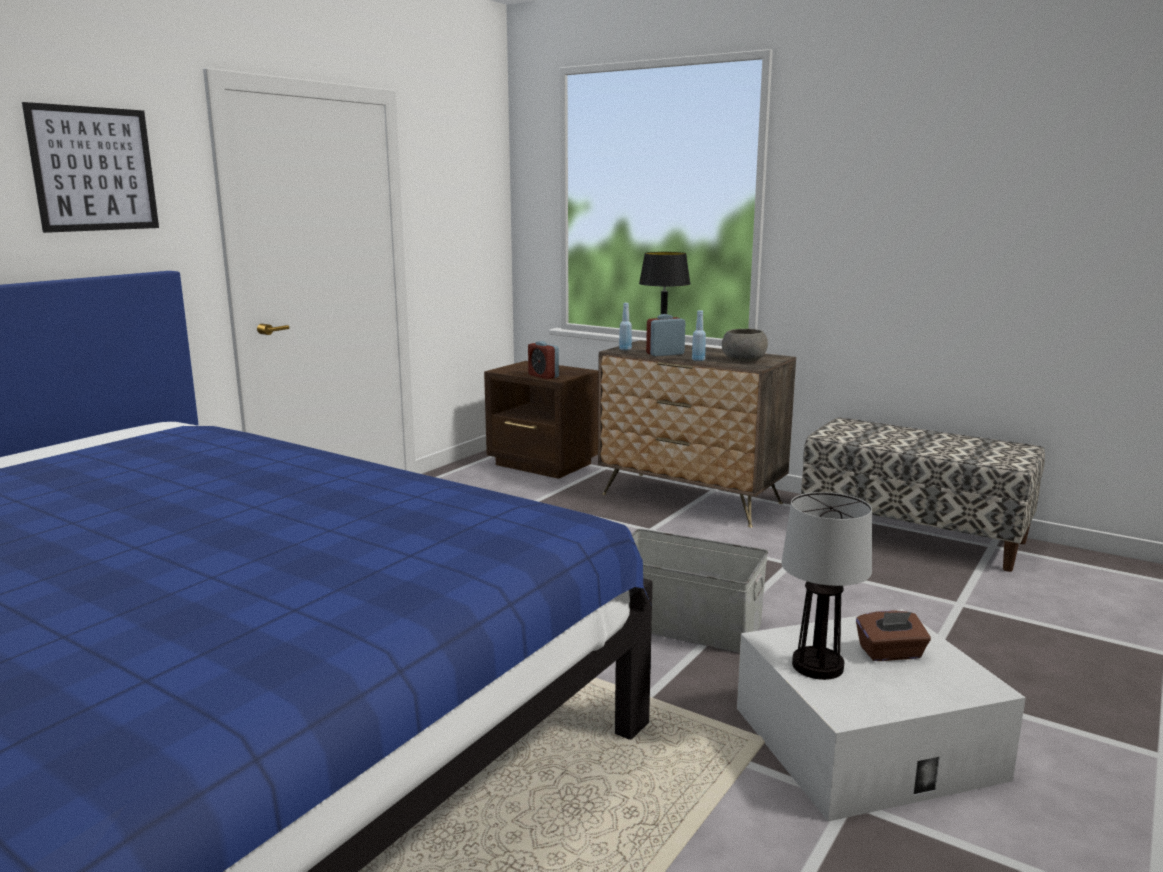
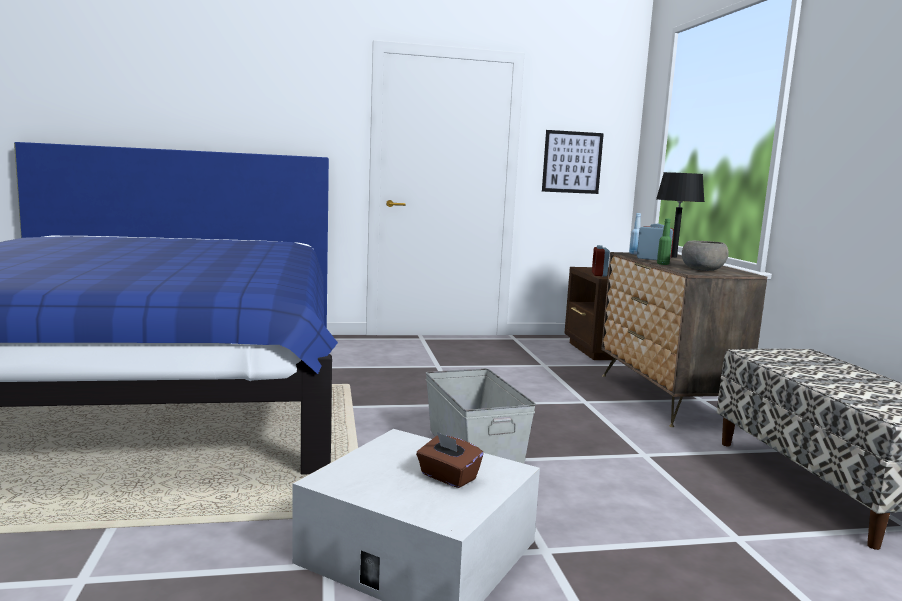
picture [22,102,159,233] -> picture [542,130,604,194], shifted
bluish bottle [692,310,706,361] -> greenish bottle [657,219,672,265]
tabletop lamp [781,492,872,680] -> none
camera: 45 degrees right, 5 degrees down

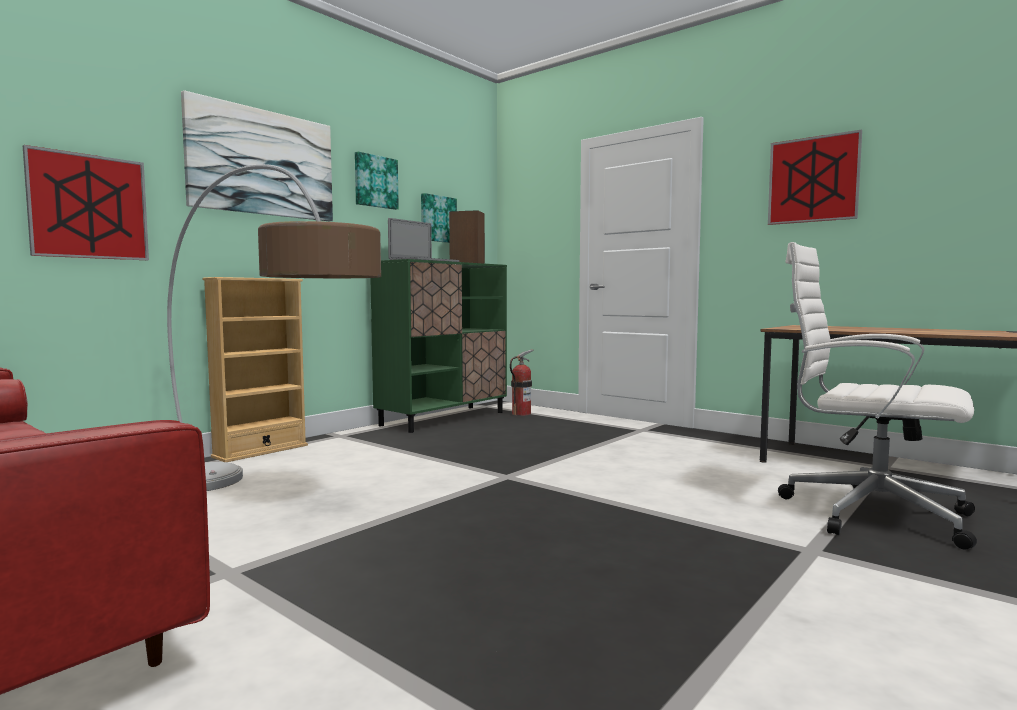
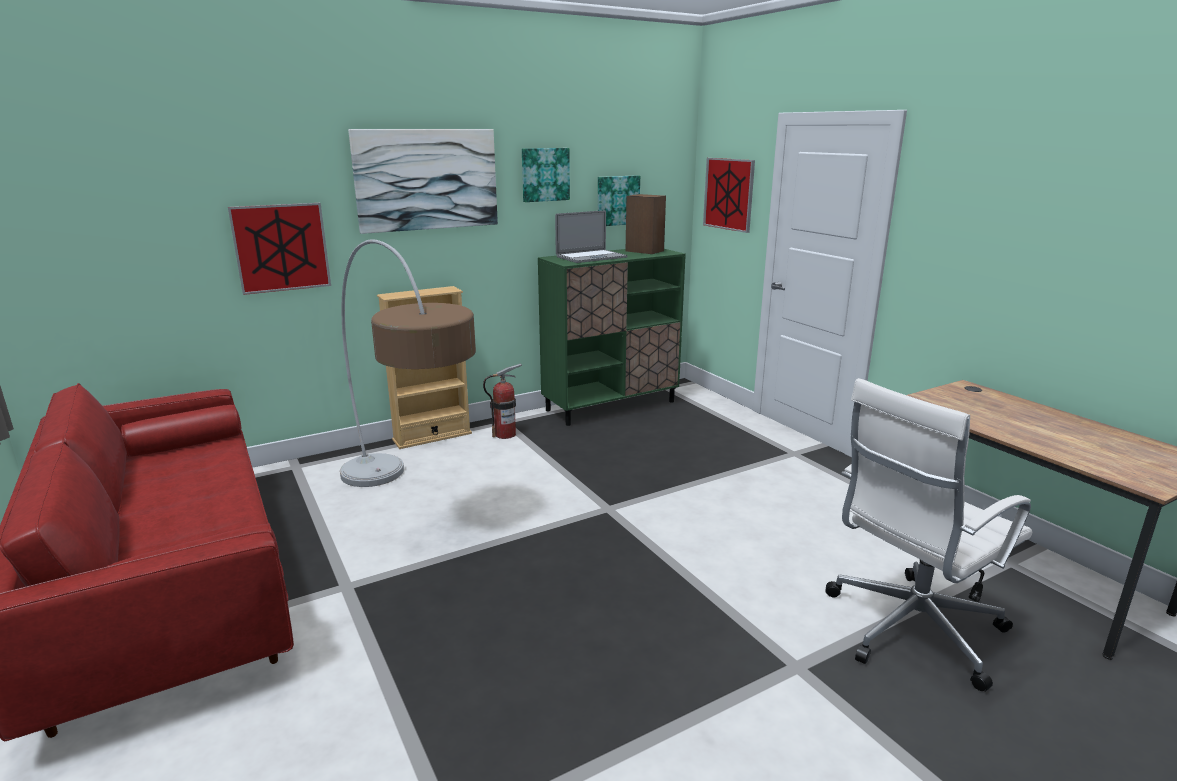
fire-fighting cylinder [510,350,534,416] -> fire-fighting cylinder [483,364,522,439], shifted
picture [768,130,862,225] -> picture [703,158,755,233], shifted
white-coloured desk chair [778,242,977,550] -> white-coloured desk chair [826,378,1032,692], 90 degrees counterclockwise
camera: 20 degrees right, 15 degrees up

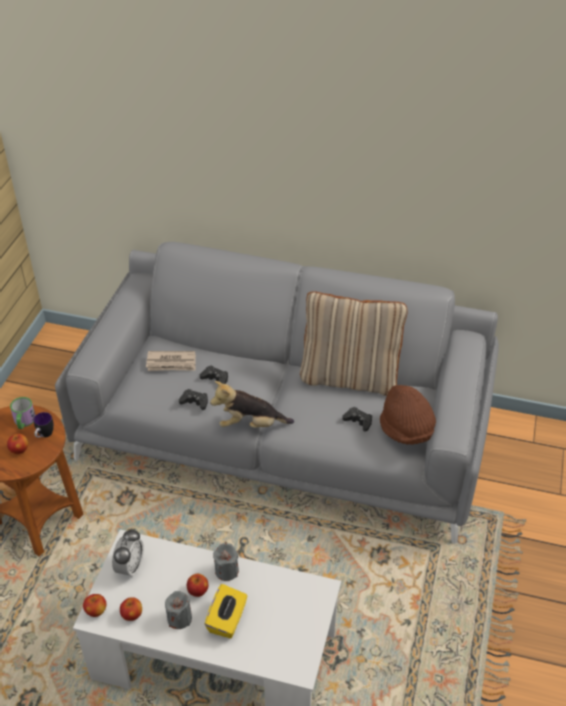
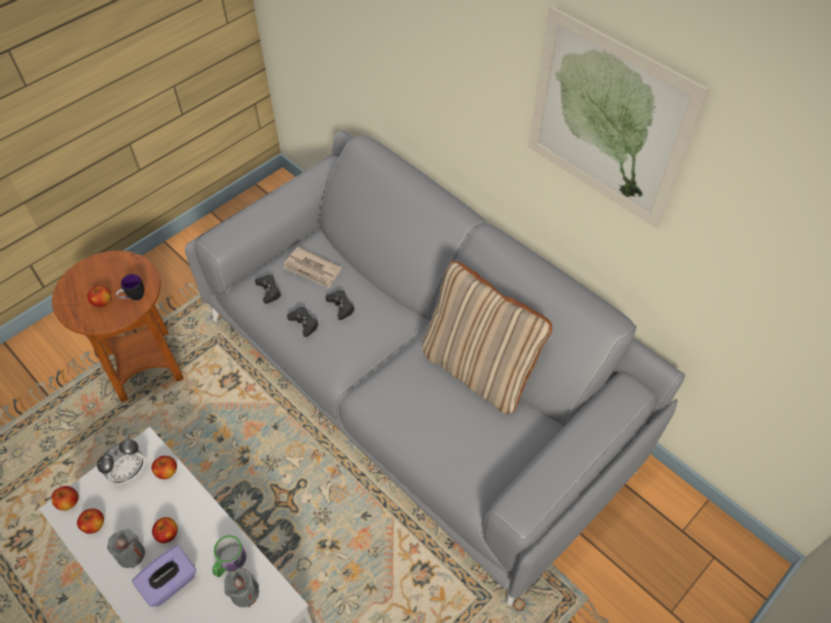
coffee mug [10,397,36,429] -> coffee mug [212,535,247,577], shifted
yellow box of tissues [205,584,247,638] -> purplish box of tissues [132,545,196,607]
plush toy [210,381,294,428] -> none
greyish wax light [213,543,239,581] -> greyish wax light [224,568,259,607], shifted
black gamepad [342,407,372,432] -> black gamepad [255,275,282,304], shifted
brown-coloured wearable hat [380,385,436,445] -> none
none -> apple fruit [151,456,177,479]
none -> picture [528,6,709,228]
camera: 30 degrees right, 10 degrees up

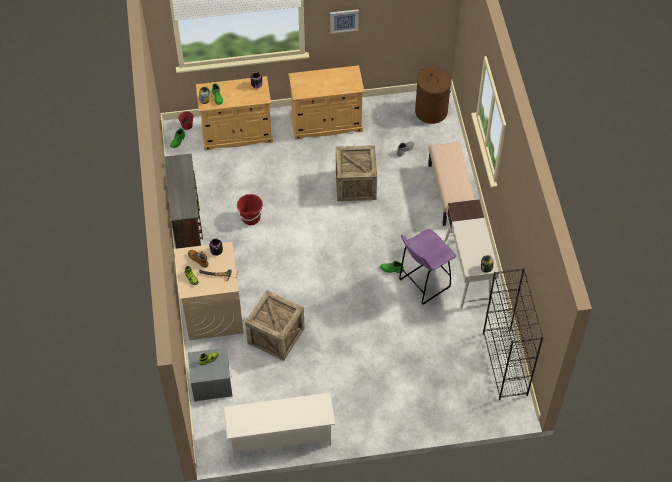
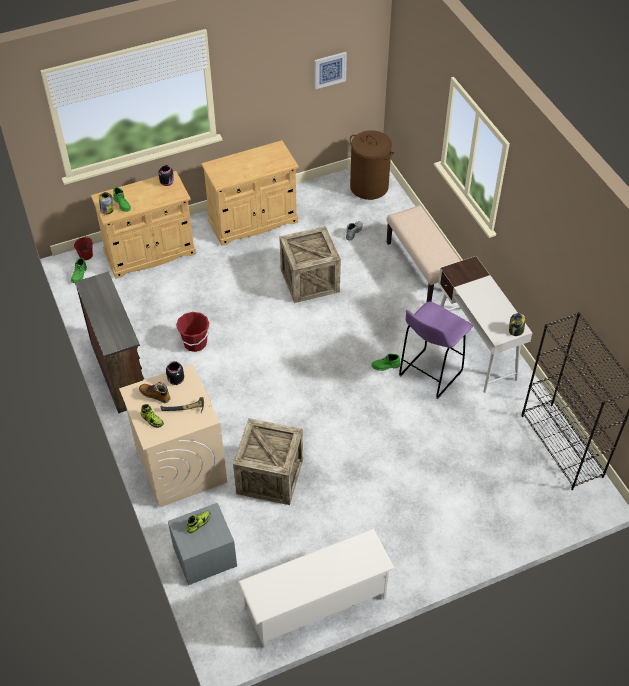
picture [330,9,359,34] -> picture [315,52,347,89], shifted
camera: 15 degrees left, 5 degrees down

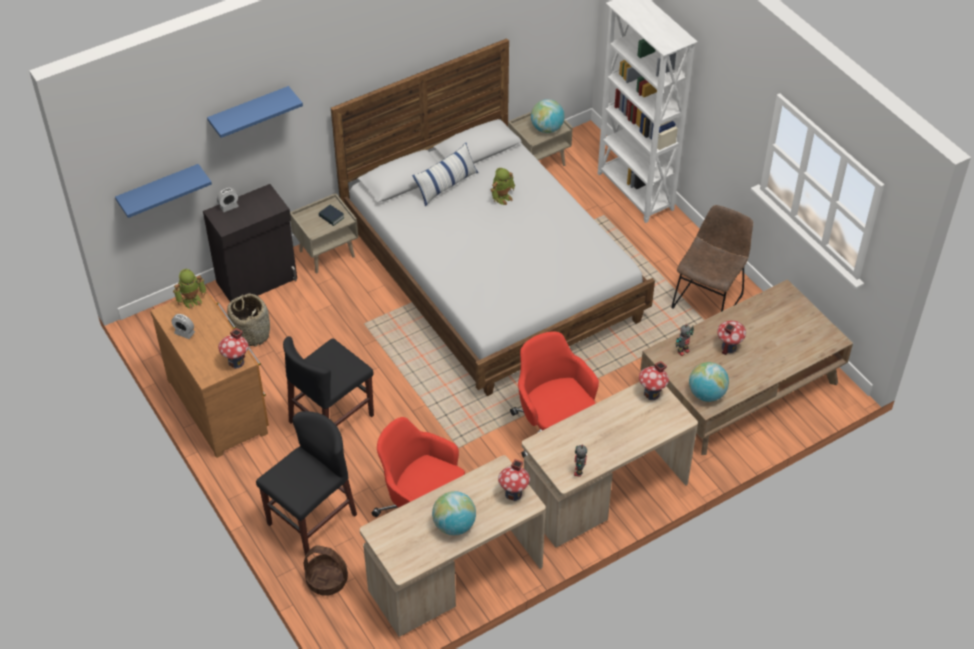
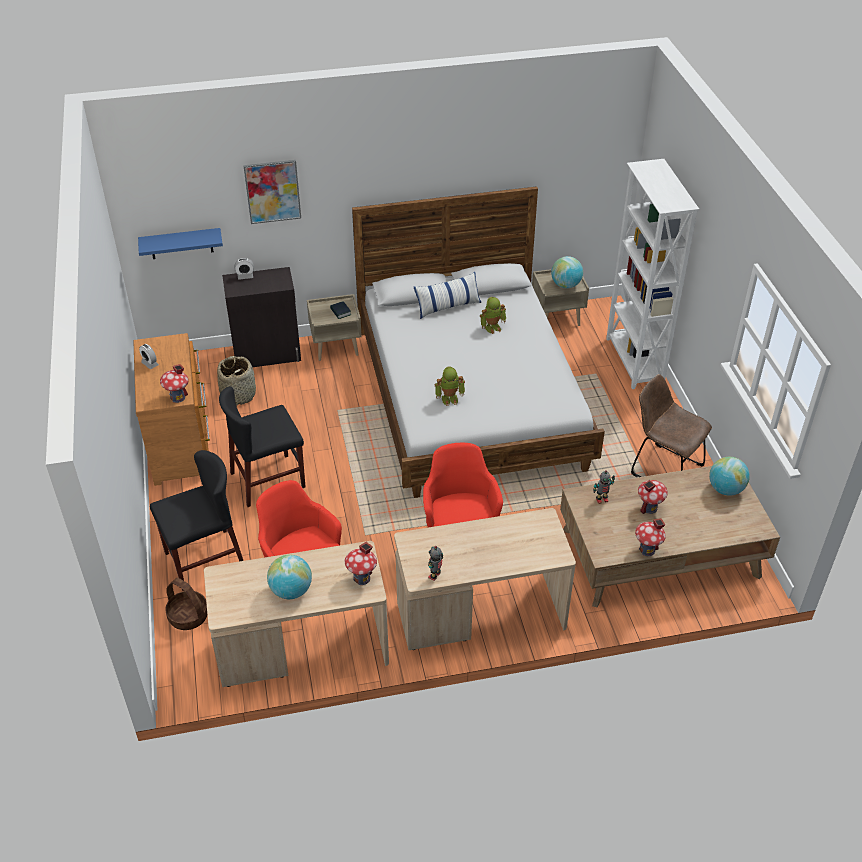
robot figure [173,269,206,310] -> robot figure [435,367,465,406], shifted
bluish bracket shelf [207,86,303,138] -> picture [243,160,301,224]
model house [639,361,669,400] -> model house [635,518,666,556], shifted
brown-coloured chair [671,205,753,312] -> brown-coloured chair [631,374,712,477], 105 degrees counterclockwise
desk globe [689,362,729,402] -> desk globe [709,457,750,496], shifted
camera: 20 degrees right, 5 degrees down

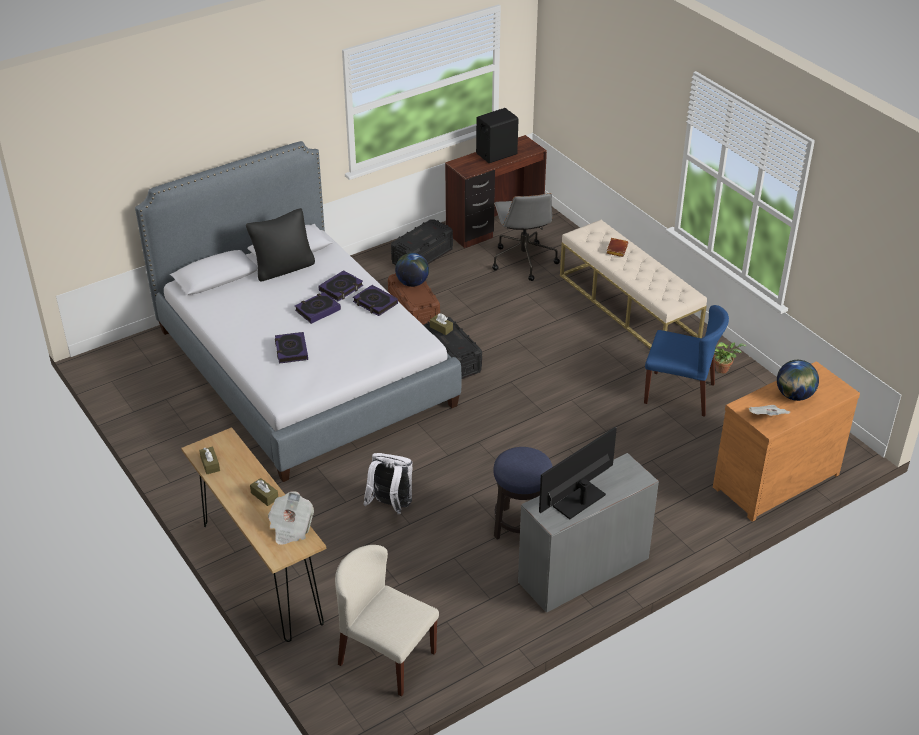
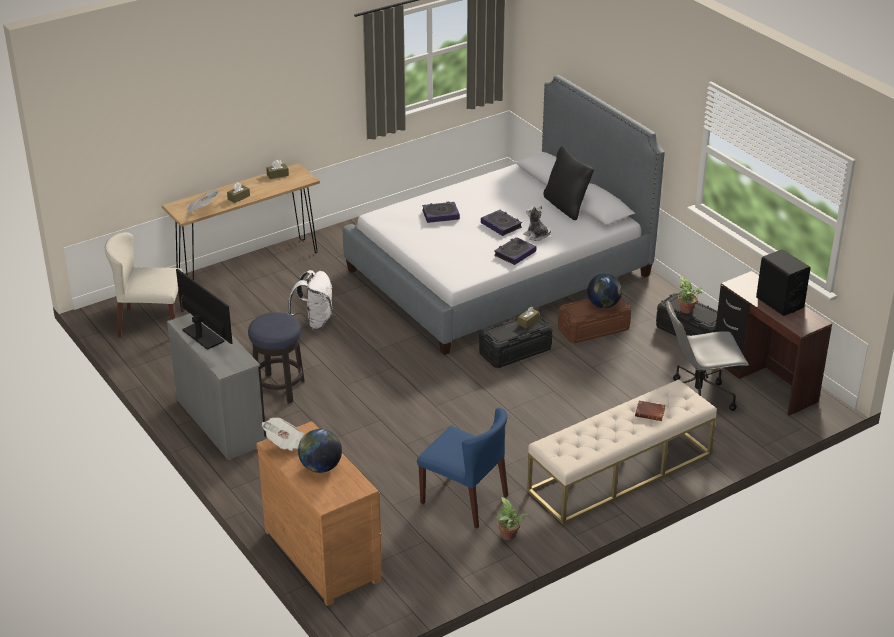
bound book [319,270,363,301] -> plush toy [523,206,551,241]
sand-coloured chair [335,545,439,697] -> sand-coloured chair [105,232,184,338], 120 degrees counterclockwise
bluish chair [644,305,729,417] -> bluish chair [417,408,508,528], 75 degrees counterclockwise
none -> potted plant [677,277,703,313]
camera: 90 degrees right, 5 degrees down

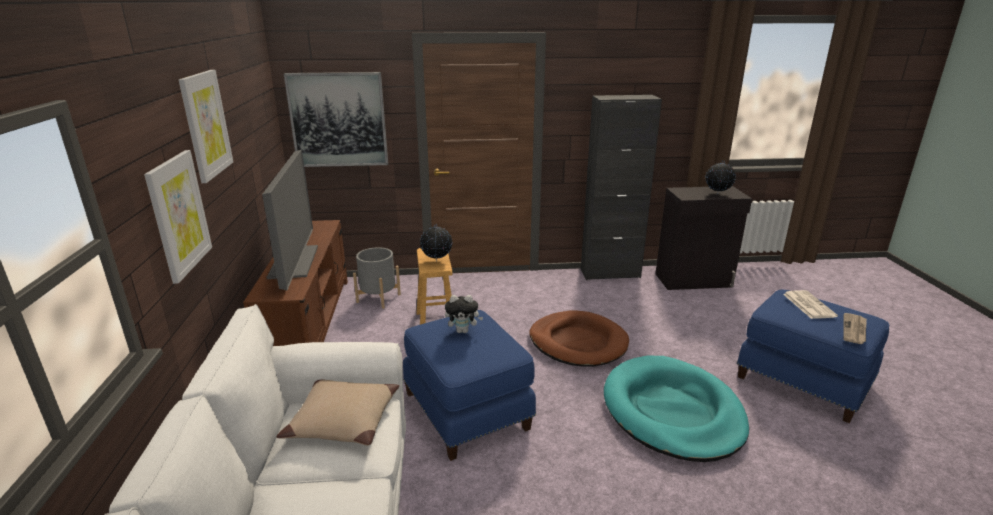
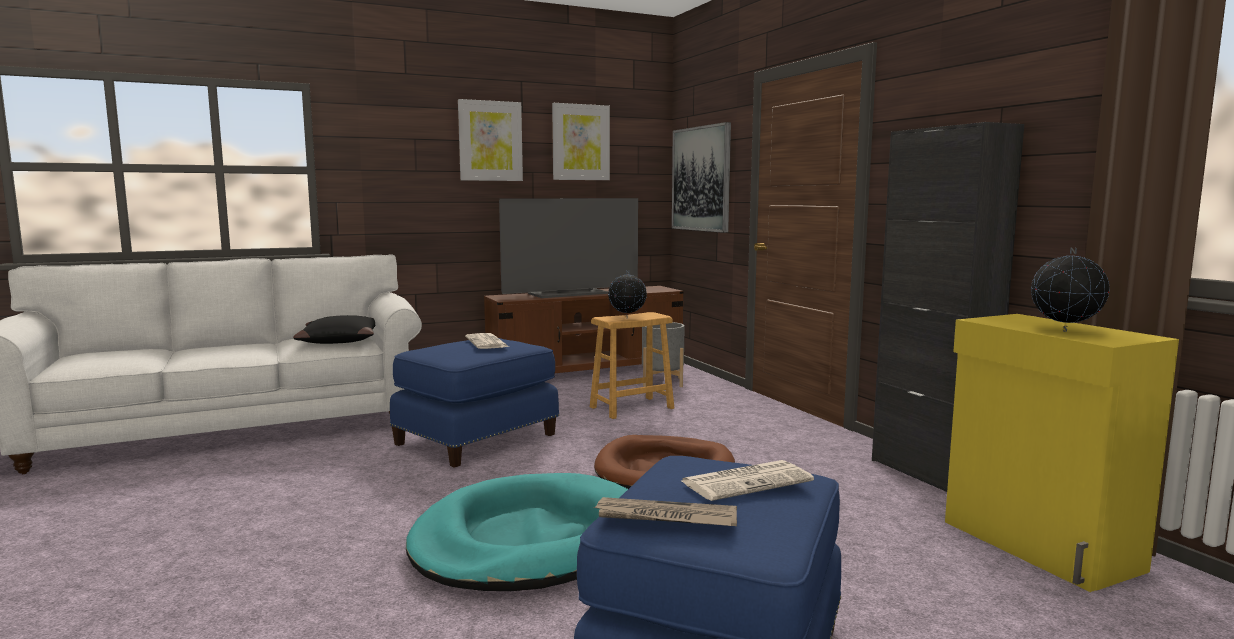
picture [144,150,212,284] -> picture [552,103,610,180], shifted
sand-coloured throw pillow [276,379,399,446] -> black throw pillow [293,315,375,344]
plush toy [445,295,483,333] -> daily paper [465,333,509,349]
black cabinet [655,186,752,290] -> yellow cabinet [945,314,1179,592]
camera: 70 degrees right, 15 degrees down

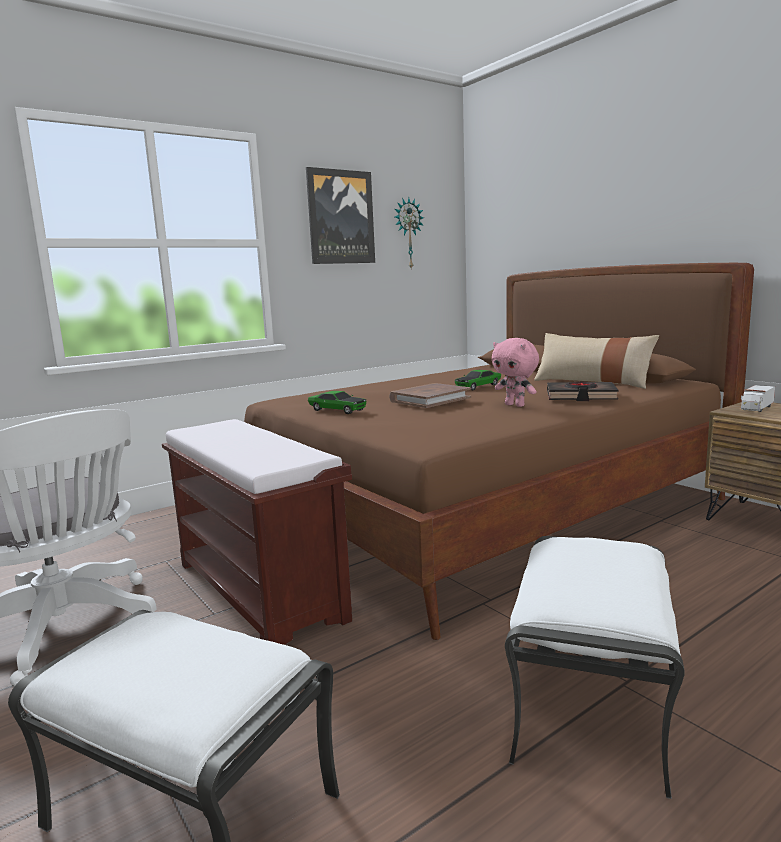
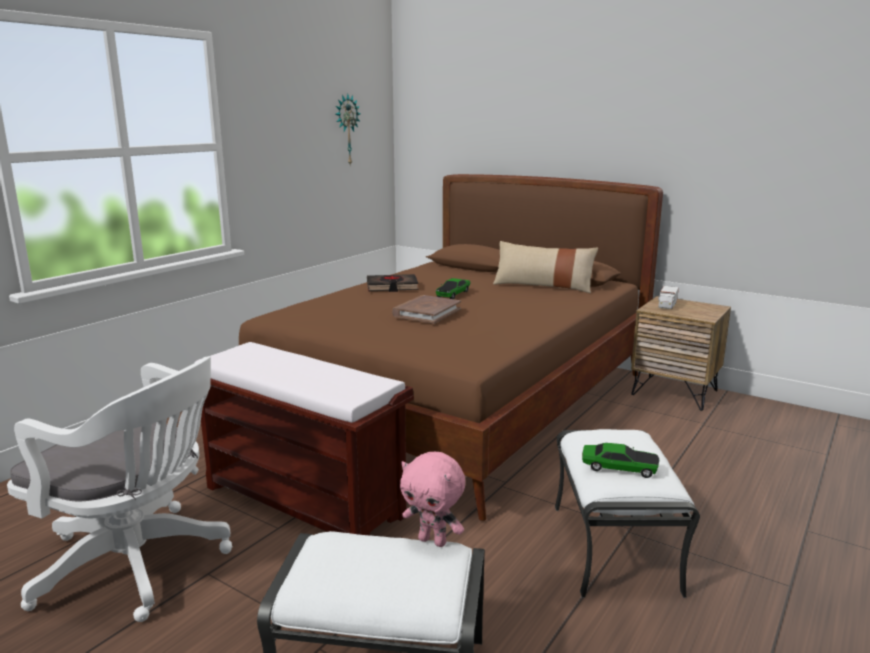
picture [306,167,375,264] -> none
model car [308,391,366,414] -> model car [582,443,659,478], shifted
pink-coloured plush toy [492,338,539,407] -> pink-coloured plush toy [400,452,465,547], shifted
black bound book [547,382,619,401] -> black bound book [367,274,418,292], shifted
camera: 20 degrees left, 5 degrees up

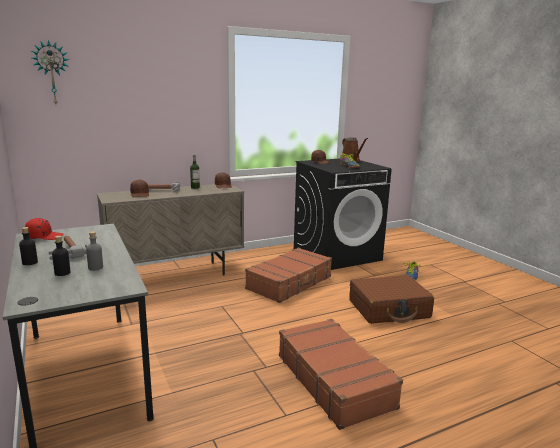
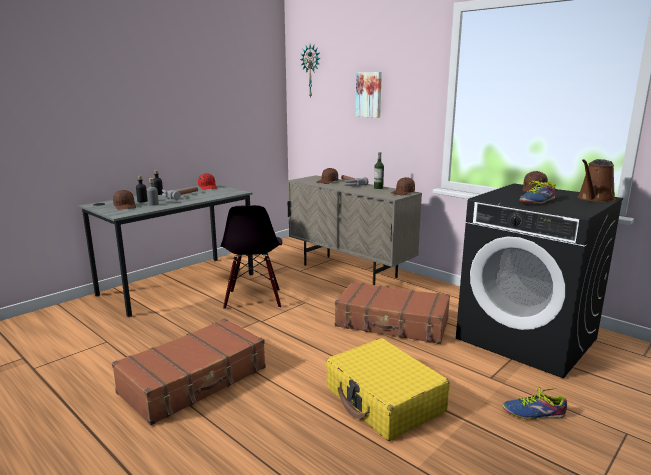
brown-coloured suitcase [349,275,434,324] -> yellow suitcase [326,338,450,441]
none -> brown-coloured cap [113,190,136,210]
none -> black chair [220,205,282,309]
none -> picture [356,72,382,118]
camera: 70 degrees right, 0 degrees up

